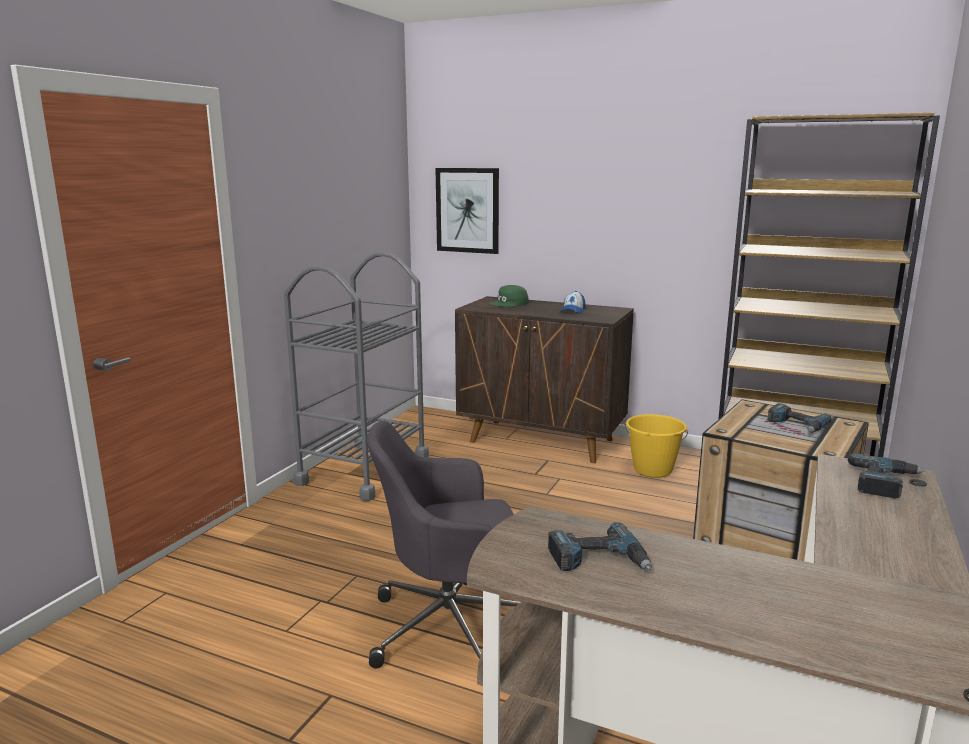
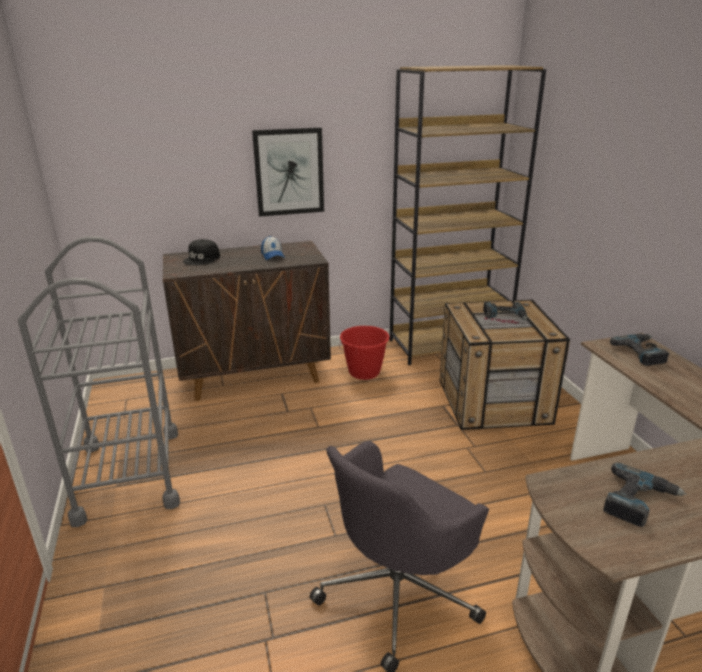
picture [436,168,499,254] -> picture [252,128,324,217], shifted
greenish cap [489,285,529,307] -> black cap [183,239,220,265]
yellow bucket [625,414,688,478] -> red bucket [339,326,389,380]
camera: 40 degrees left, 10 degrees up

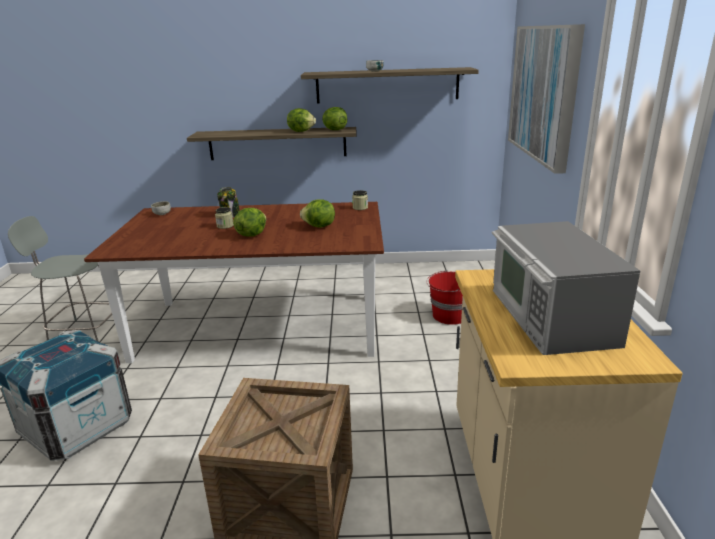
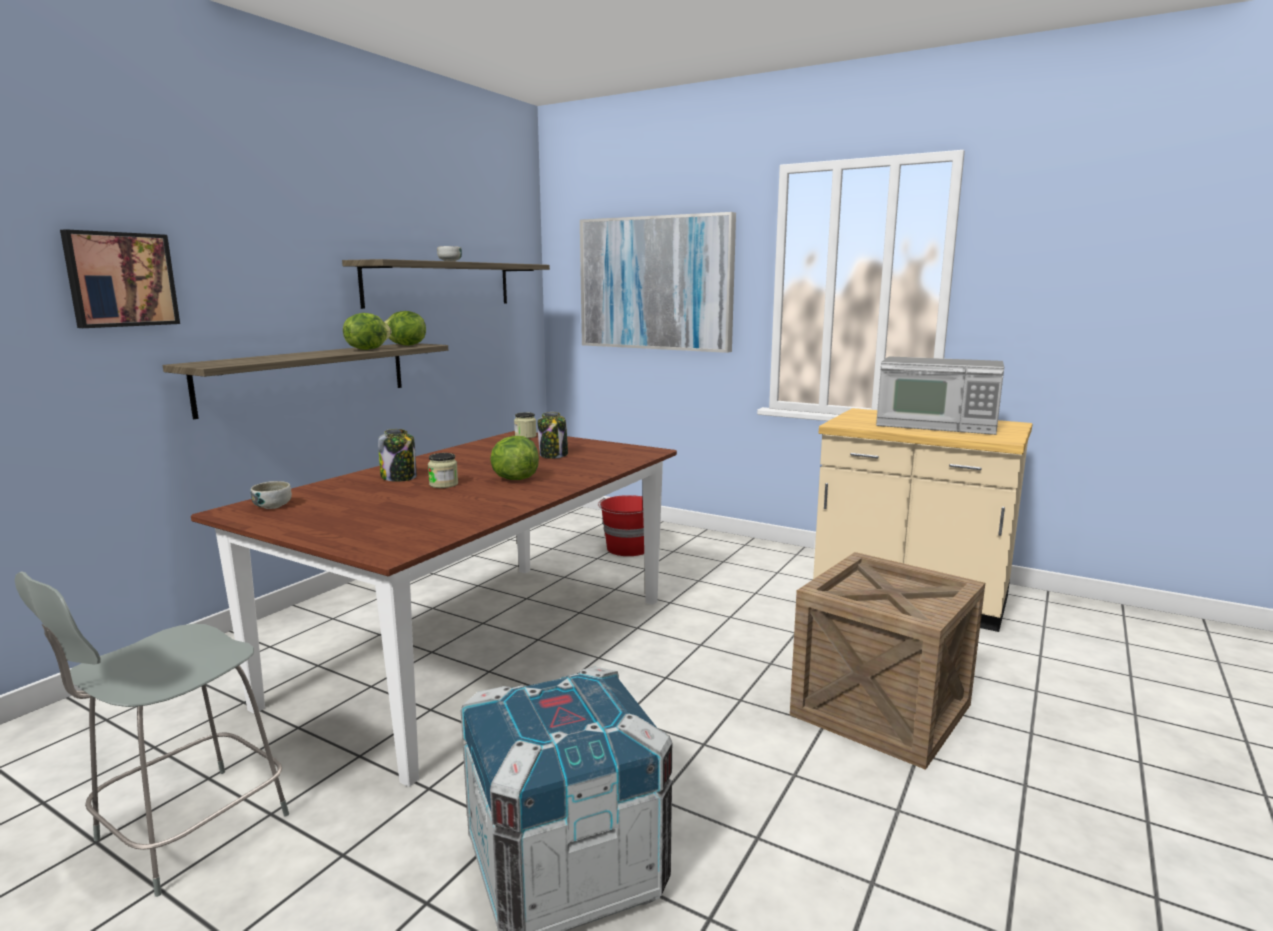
lettuce head [300,199,335,228] -> storage jar [537,412,568,459]
none -> picture [60,229,180,328]
camera: 60 degrees left, 10 degrees down

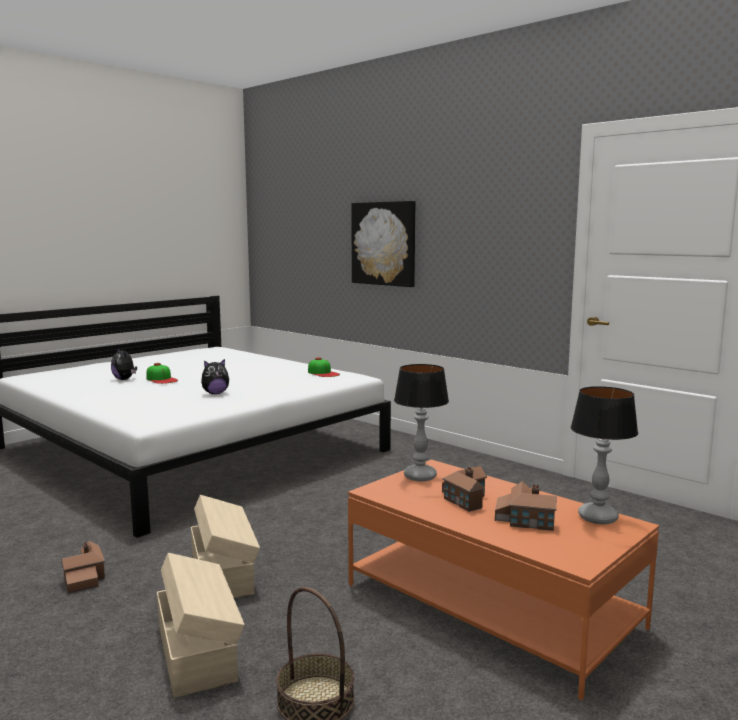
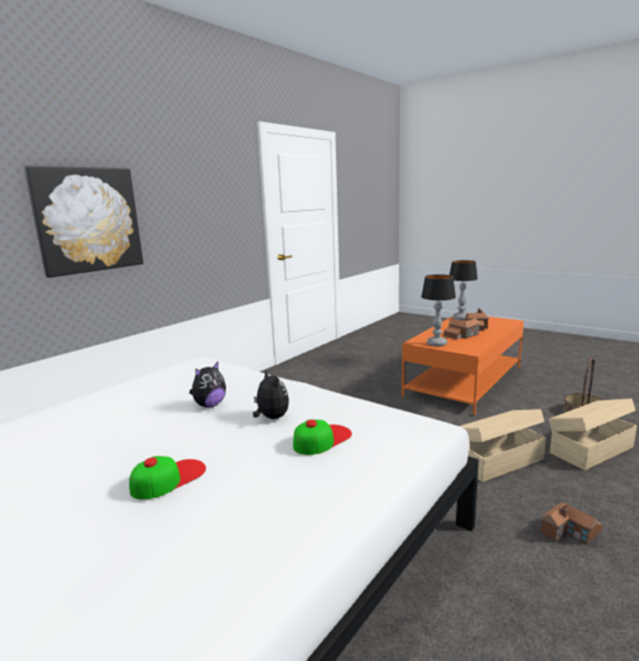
plush toy [111,348,137,380] -> plush toy [189,362,226,408], shifted
cap [308,357,340,377] -> cap [293,419,352,455], shifted
camera: 95 degrees left, 5 degrees up

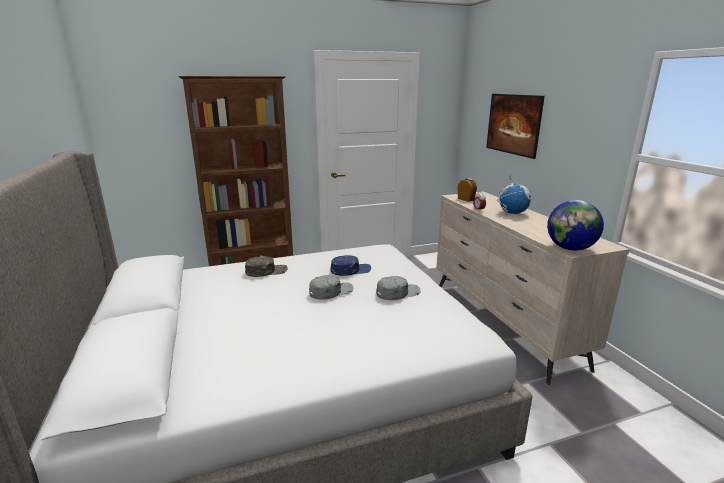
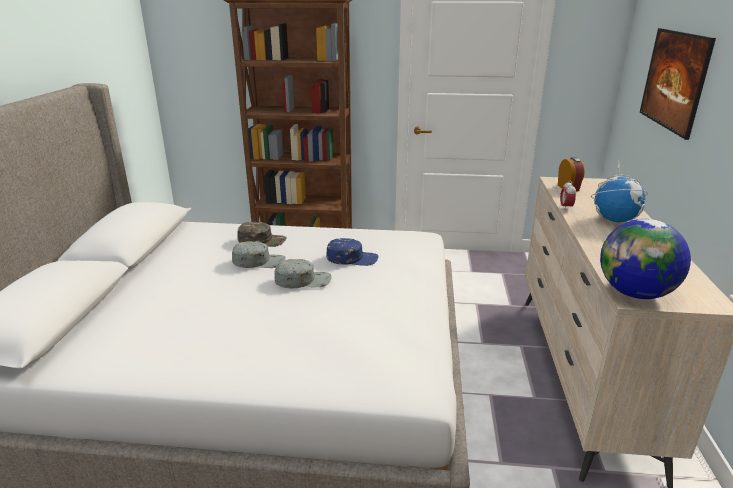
greyish cap [376,276,421,300] -> greyish cap [232,241,286,268], shifted
camera: 25 degrees right, 5 degrees up

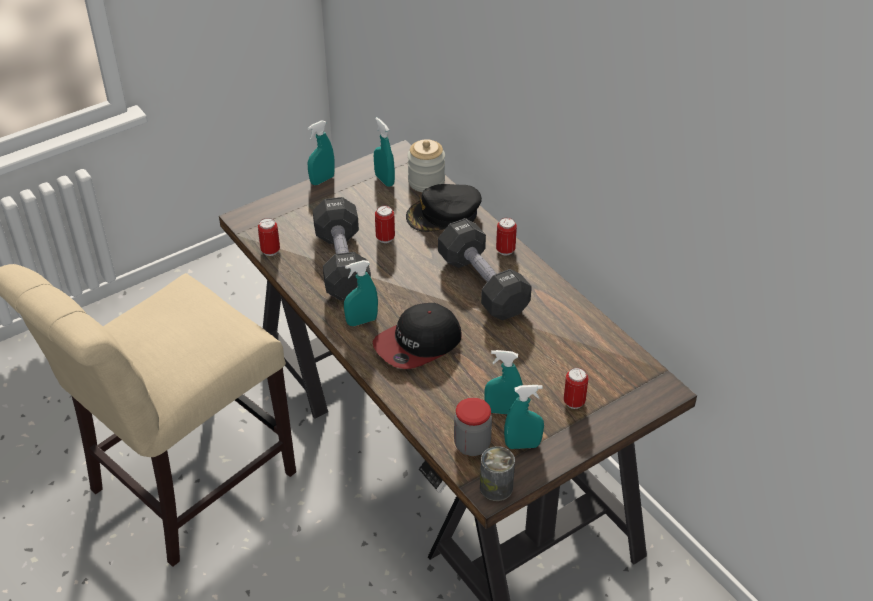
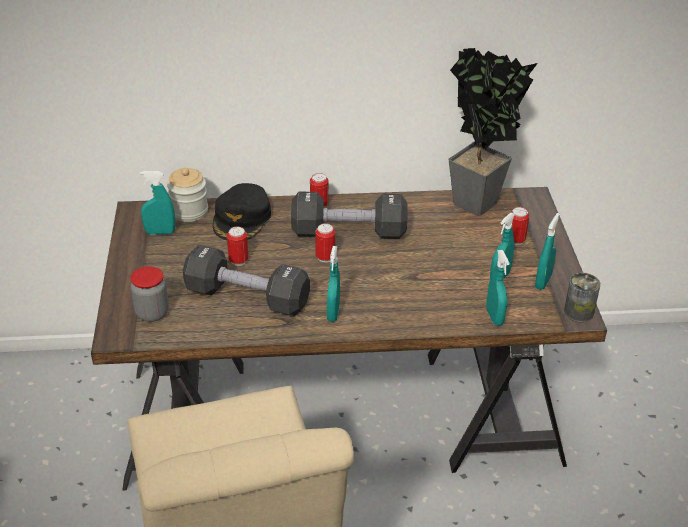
metal can [258,218,280,256] -> metal can [315,223,335,262], shifted
turquoise spray bottle [307,120,335,185] -> turquoise spray bottle [486,250,510,326], shifted
cap [372,303,462,369] -> none
storage jar [454,398,492,456] -> storage jar [130,266,169,322], shifted
none -> potted plant [448,48,538,216]
camera: 60 degrees left, 5 degrees down

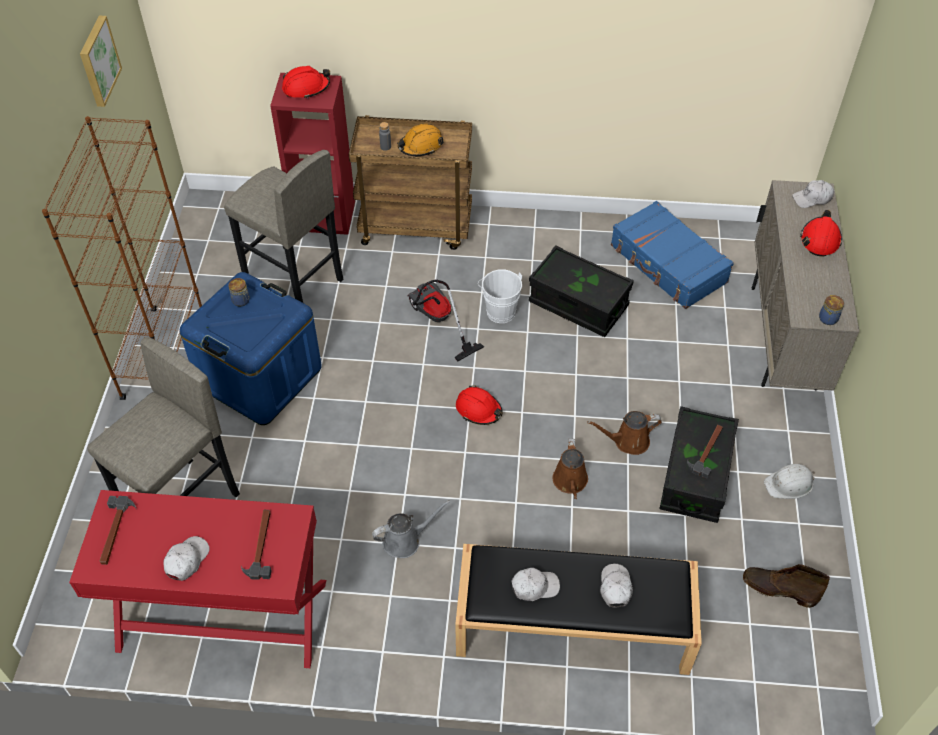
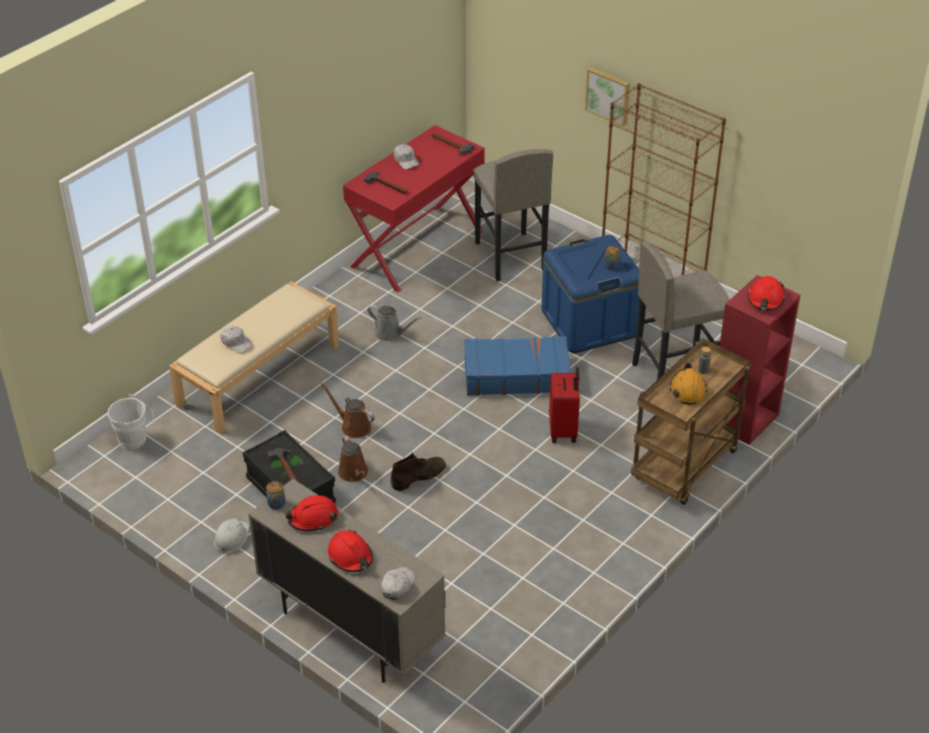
picture [80,16,122,107] -> picture [585,67,630,127], shifted
greyish watering pot [372,500,450,558] -> greyish watering pot [367,305,422,342], 75 degrees counterclockwise
vacuum cleaner [407,280,484,362] -> red suitcase [549,367,580,443]
black indoor bench [455,544,702,675] -> sand-coloured indoor bench [169,281,339,434]
red safety helmet [456,385,503,425] -> red safety helmet [285,495,338,531], shifted
white-coloured bucket [478,269,522,323] -> white-coloured bucket [107,394,154,449], shifted
white-coloured cap [511,568,560,601] -> none
black storage container [529,245,634,337] -> none
brown-coloured watering pot [588,411,662,455] -> brown-coloured watering pot [338,436,368,482], 135 degrees clockwise
bluish suitcase [611,201,734,309] -> bluish suitcase [465,336,571,396], shifted
brown-coloured boot [743,564,830,608] -> brown-coloured boot [390,452,446,491], shifted
camera: 125 degrees right, 10 degrees down

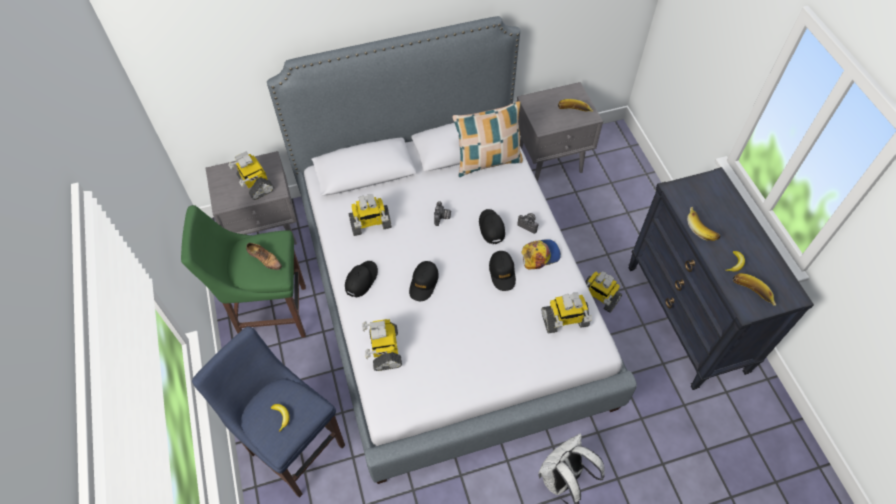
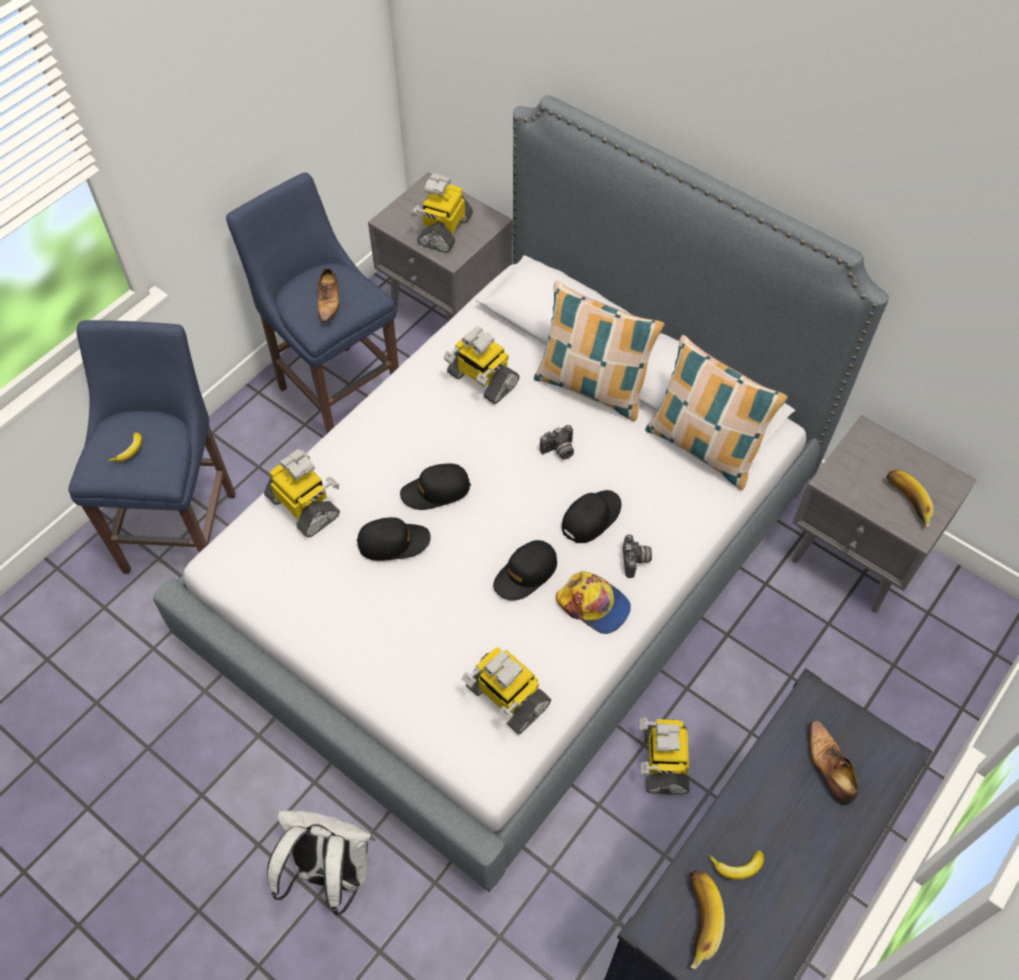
greenish sitting stool [181,205,306,338] -> bluish sitting stool [226,172,399,433]
black cap [345,261,378,297] -> black cap [357,517,430,561], shifted
robot figure [362,319,402,371] -> robot figure [264,449,340,537], 90 degrees clockwise
whole banana [687,207,721,241] -> none
none -> throw pillow [534,280,665,421]
none -> shoe [808,720,858,805]
camera: 55 degrees right, 0 degrees up

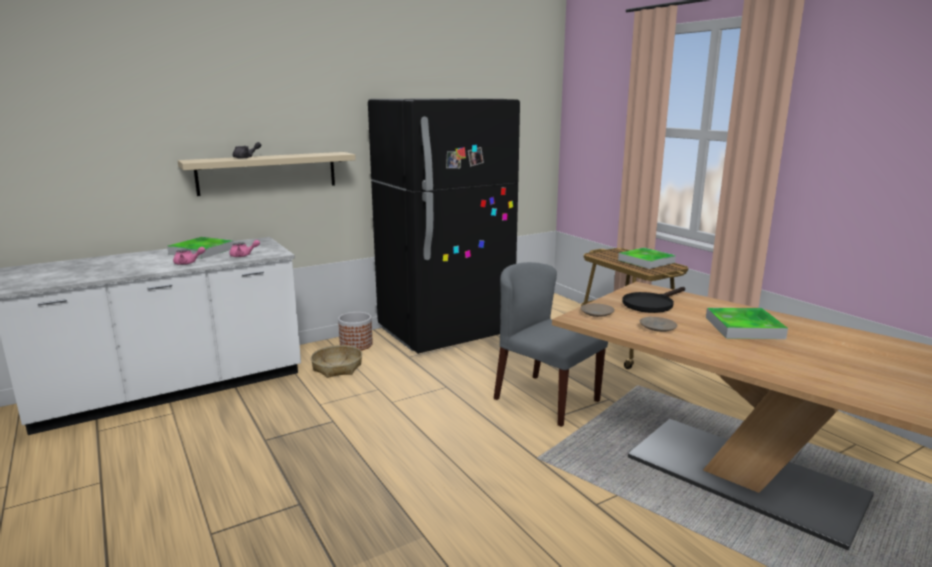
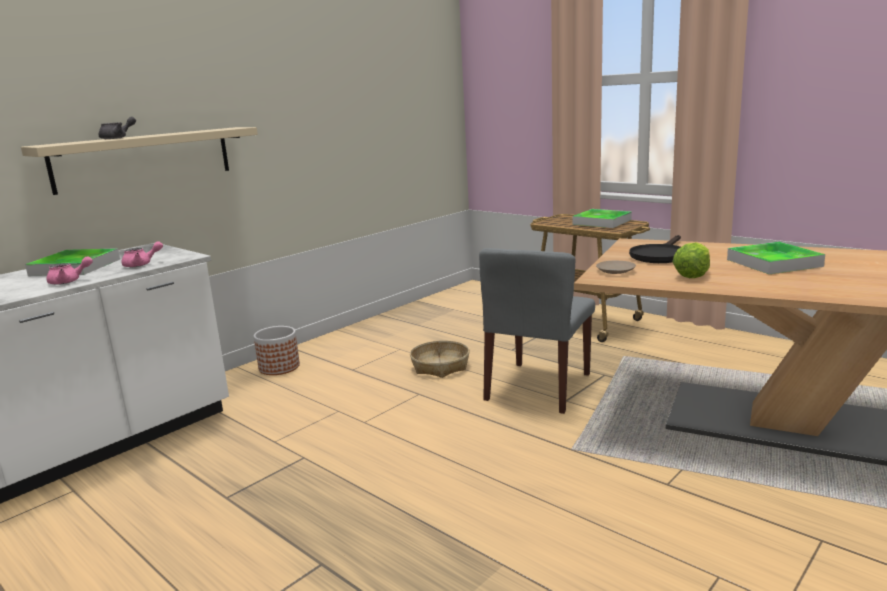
storage basket [311,345,362,378] -> storage basket [410,340,470,378], shifted
black refrigerator [368,98,520,354] -> none
greyish chair [494,262,608,427] -> greyish chair [479,248,595,414], 90 degrees counterclockwise
sand-coloured dinner plate [640,317,677,332] -> lettuce head [672,242,710,278]
camera: 15 degrees left, 0 degrees up

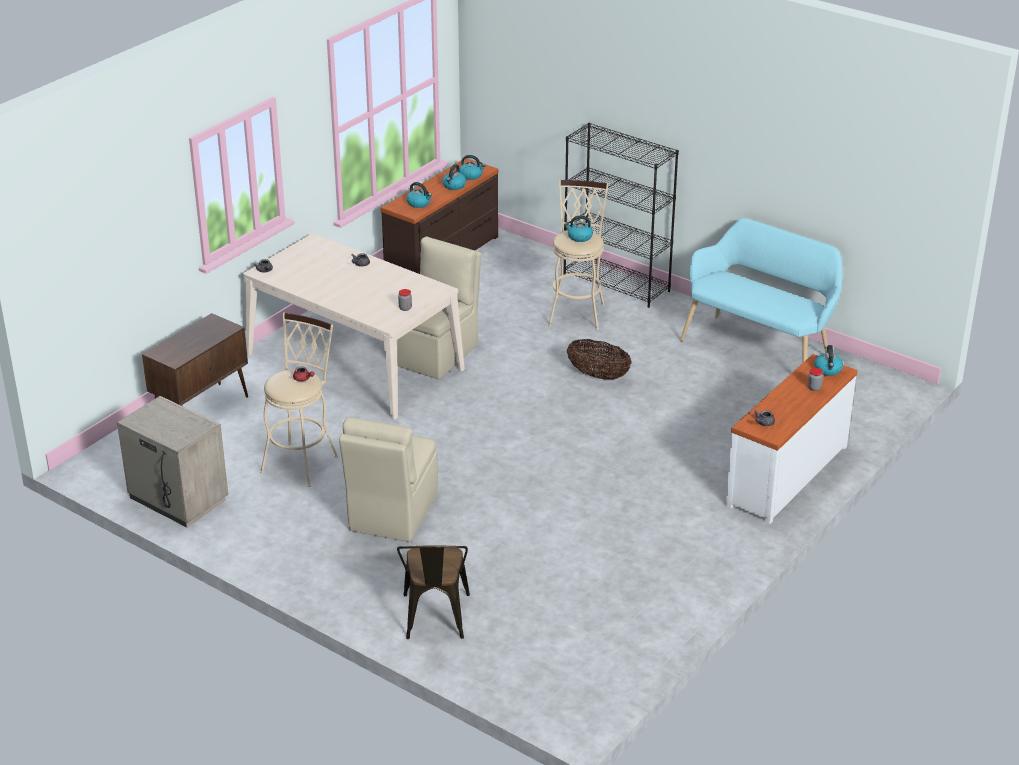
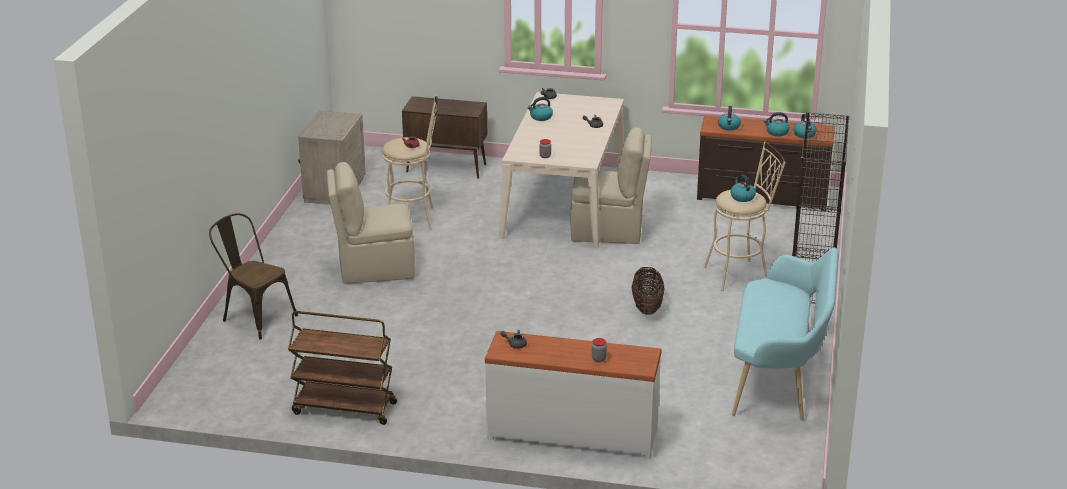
brown-coloured chair [397,545,470,639] -> brown-coloured chair [209,213,298,339], 60 degrees clockwise
water kettle [814,345,843,376] -> water kettle [527,97,553,121], shifted
none -> brown-coloured cart [288,311,397,425]
camera: 65 degrees right, 5 degrees down

